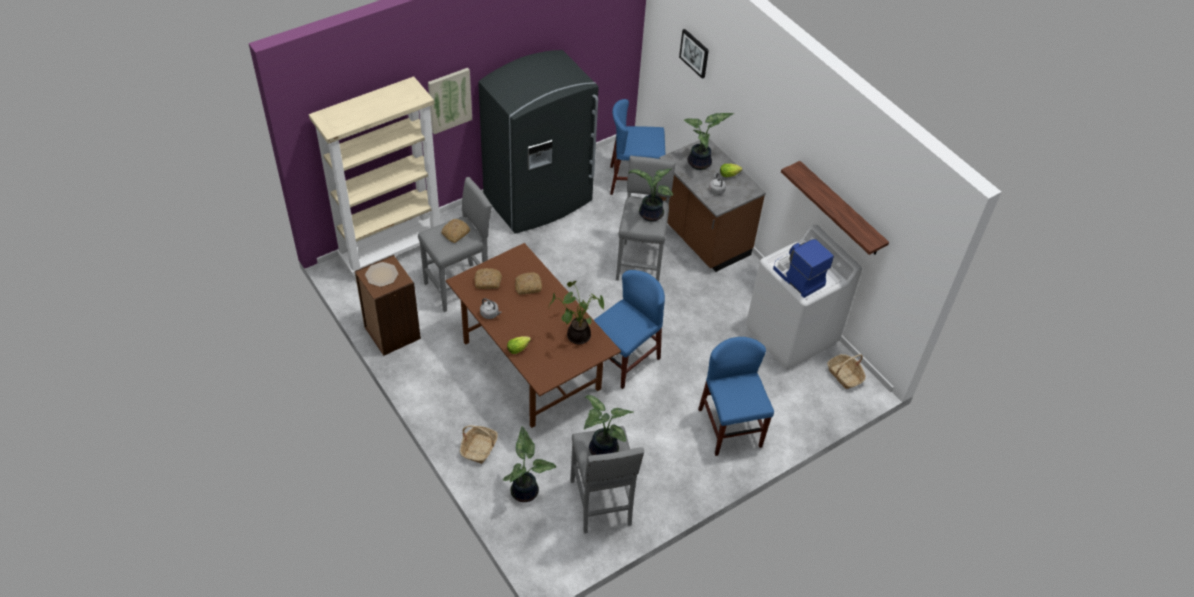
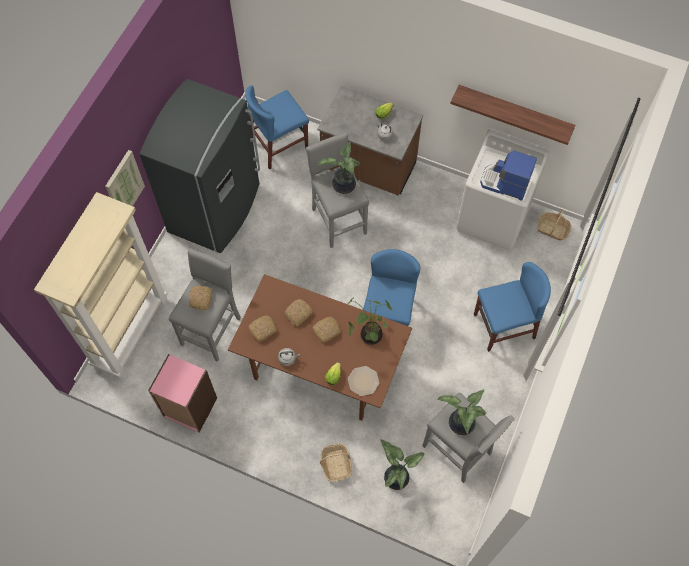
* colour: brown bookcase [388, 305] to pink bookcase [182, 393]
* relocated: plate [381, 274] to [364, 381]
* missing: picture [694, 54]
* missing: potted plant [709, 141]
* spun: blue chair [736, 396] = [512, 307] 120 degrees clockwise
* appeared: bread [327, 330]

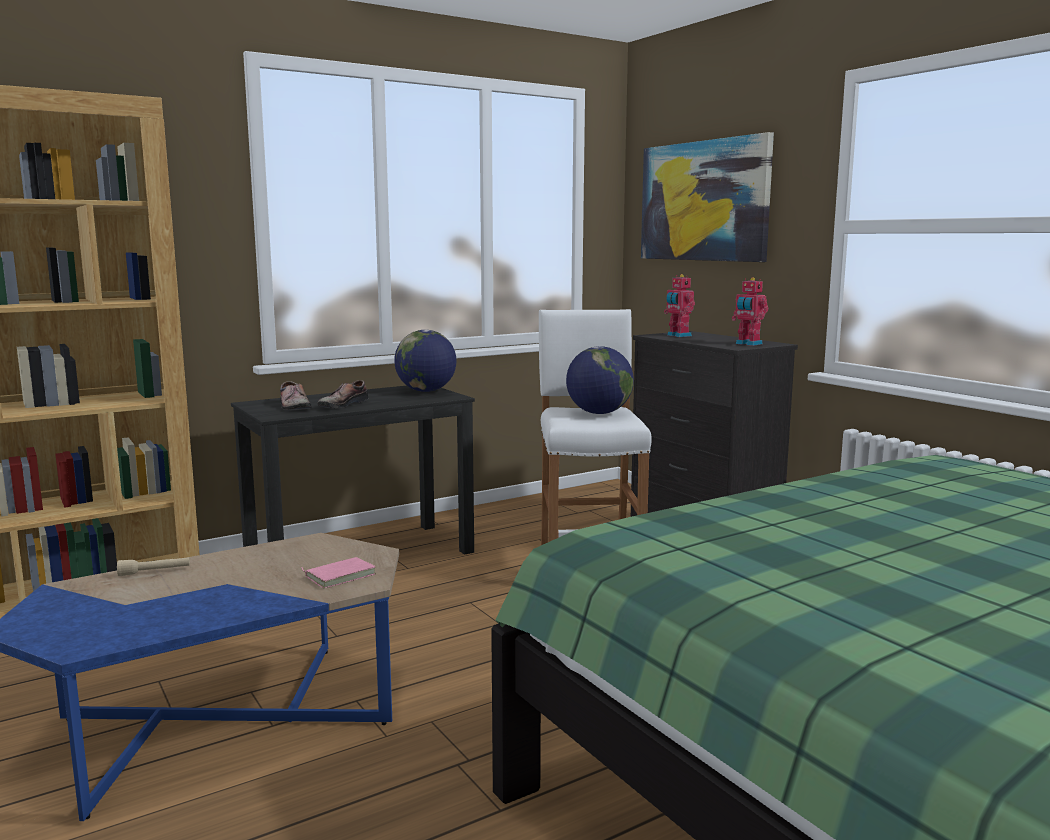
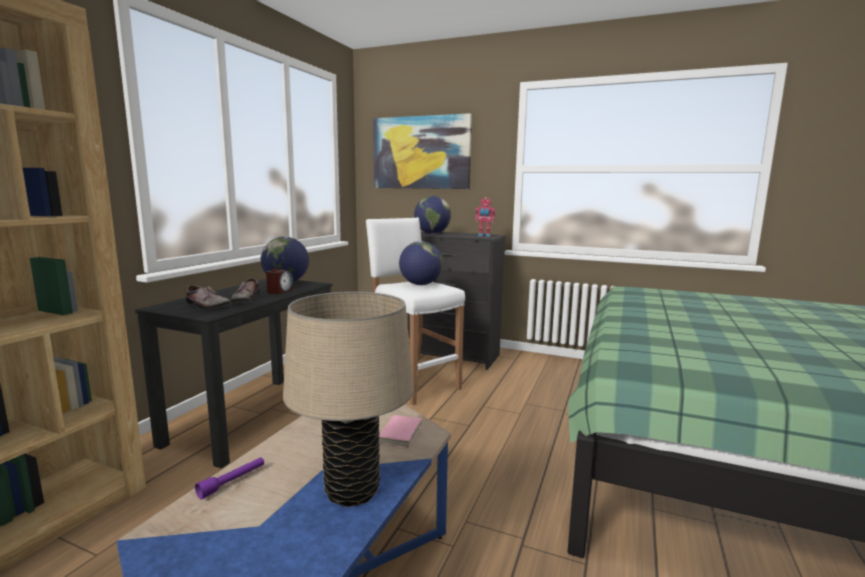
* colour: beige flashlight [153, 566] to purple flashlight [229, 478]
* exchanged: toy robot [679, 305] to globe [432, 215]
* appeared: alarm clock [279, 281]
* appeared: beige table lamp [348, 399]

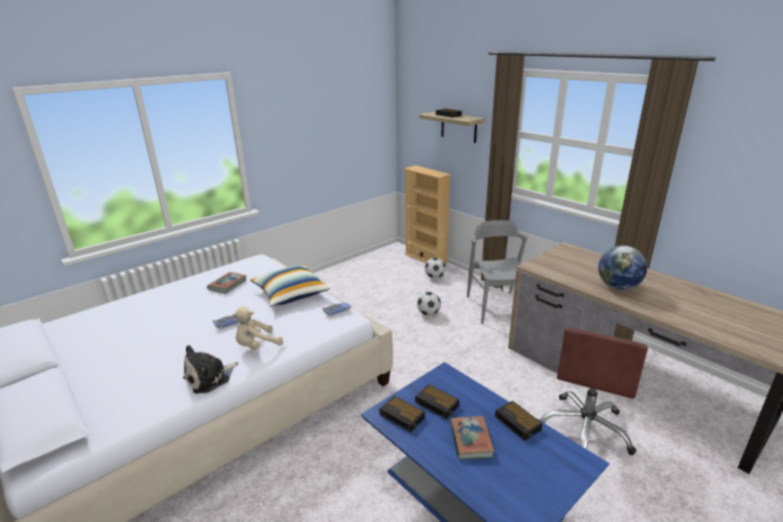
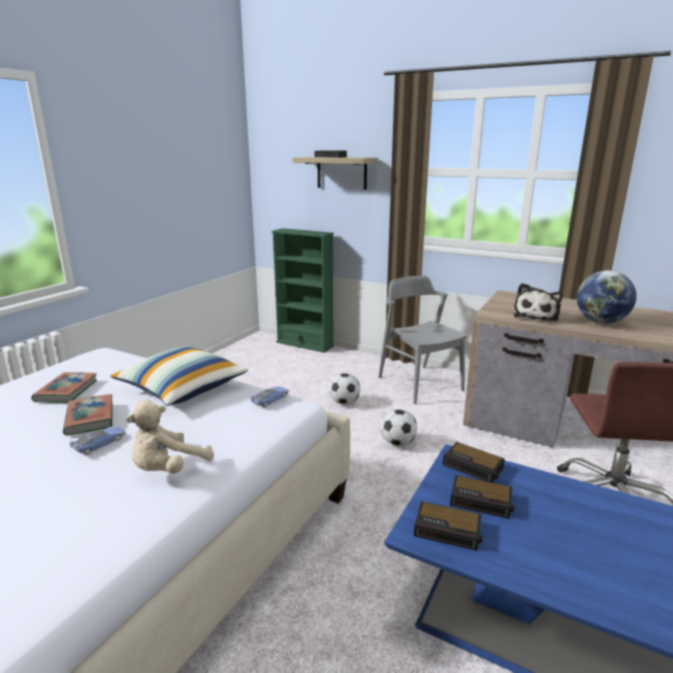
* relocated: plush toy [210, 369] to [538, 302]
* colour: beige bookcase [427, 215] to green bookcase [302, 290]
* relocated: football [435, 268] to [399, 427]
* relocated: book [472, 437] to [87, 415]
* relocated: alarm clock [519, 421] to [474, 462]

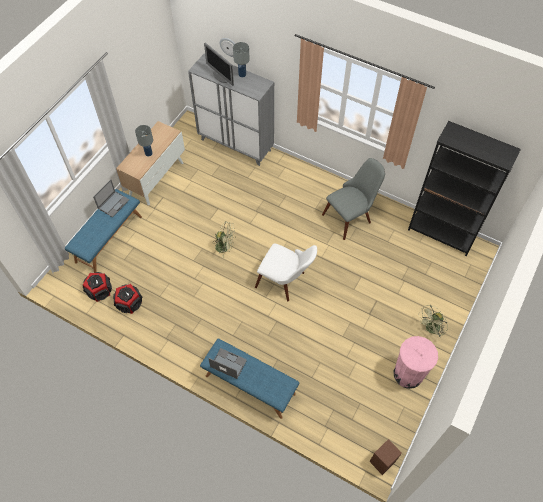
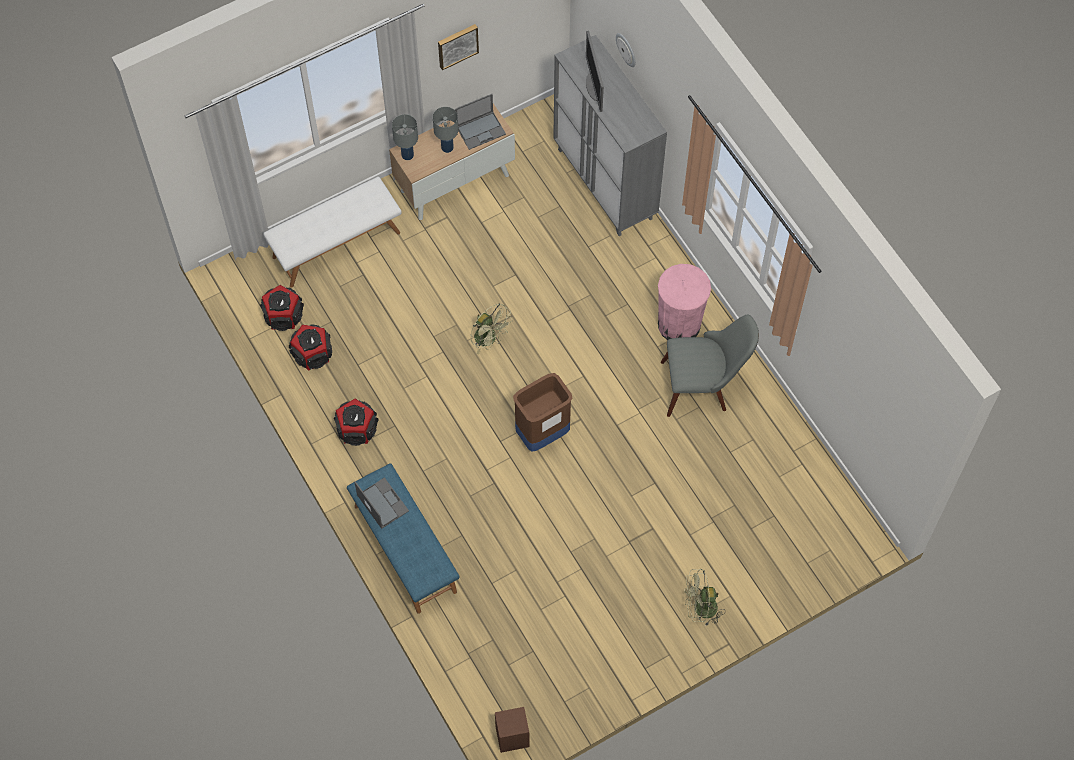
* colour: blue bench [103, 231] to white bench [332, 232]
* relocated: laptop [111, 198] to [480, 122]
* relocated: grey table lamp [241, 60] to [405, 137]
* exchanged: white chair [286, 272] to brown trash can [543, 412]
* relocated: pink trash can [416, 362] to [684, 302]
* missing: black bookcase [464, 188]
* appeared: speaker [356, 422]
* appeared: picture [458, 47]

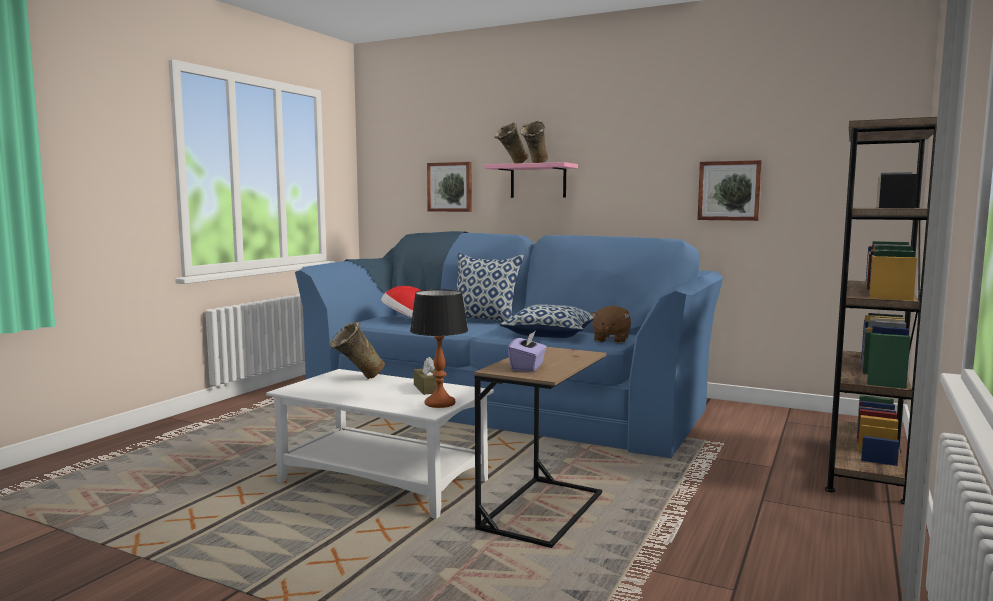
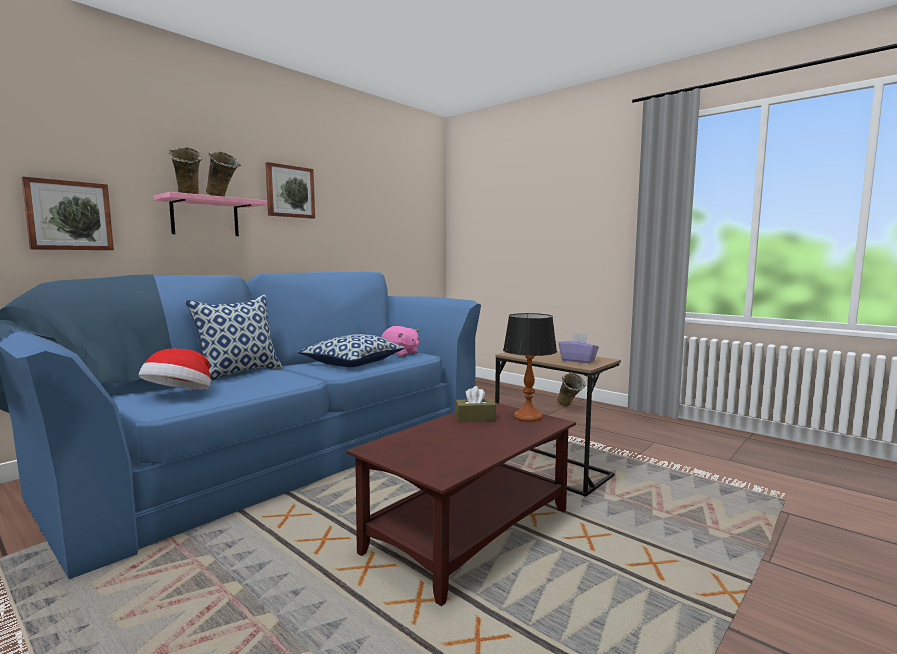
* colour: white coffee table [380, 444] to brown coffee table [461, 504]
* relocated: beige vase [357, 350] to [571, 390]
* colour: brown plush toy [610, 324] to pink plush toy [400, 341]
* relocated: picture [730, 190] to [290, 190]
* missing: brown bookcase [881, 311]

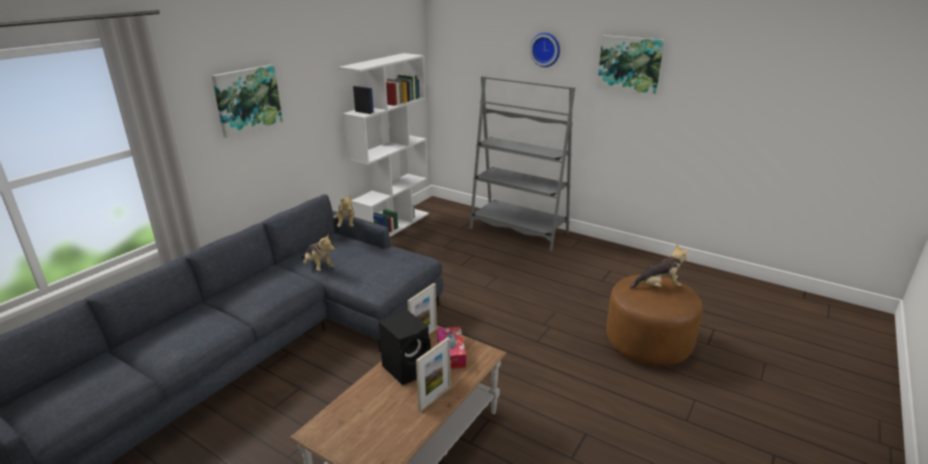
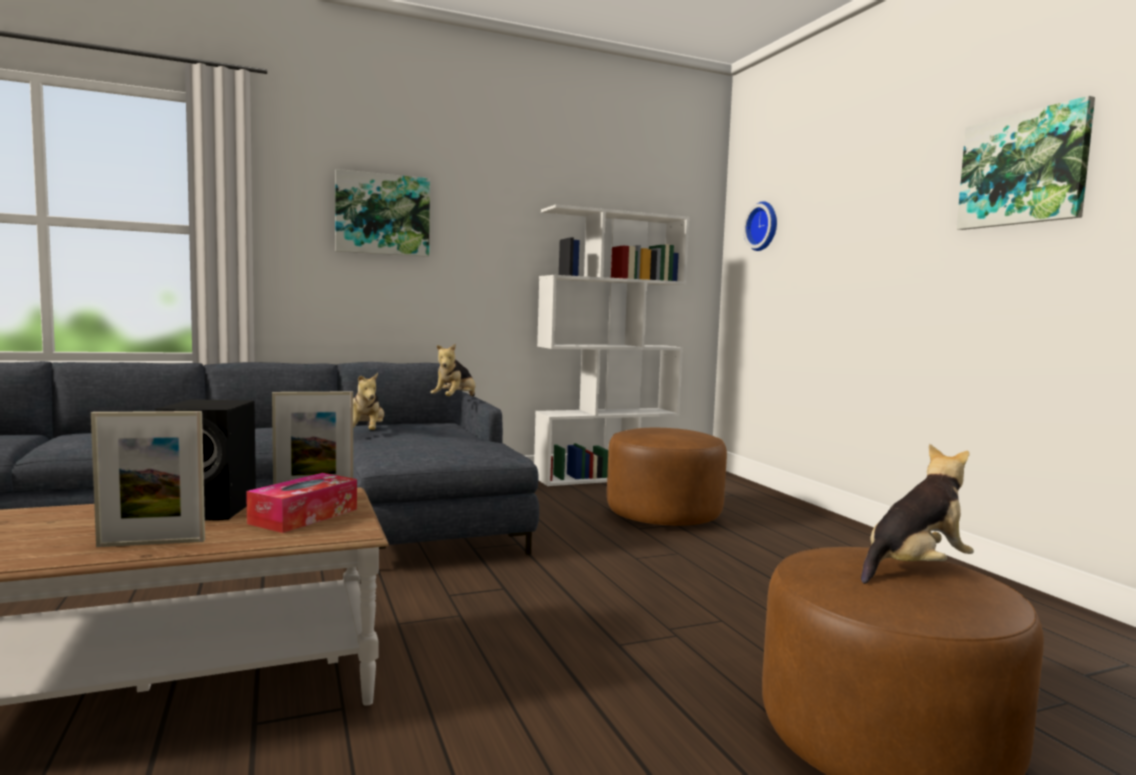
* missing: grey bookcase [522, 163]
* relocated: wall clock [545, 50] to [760, 226]
* spun: plush toy [659, 266] = [917, 514] 60 degrees counterclockwise
* appeared: brown ottoman [667, 477]

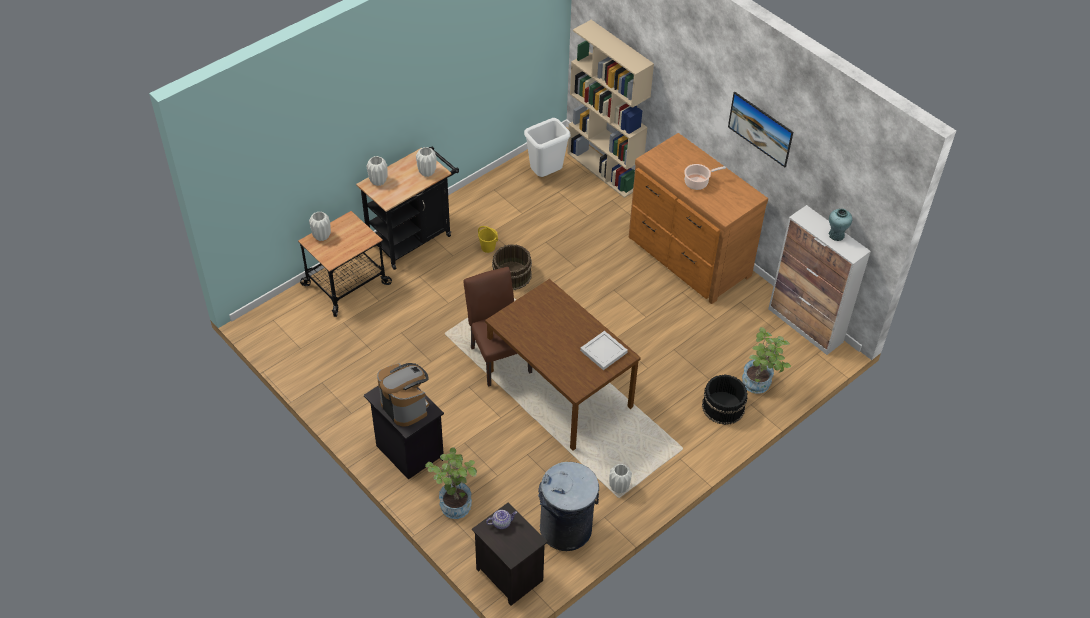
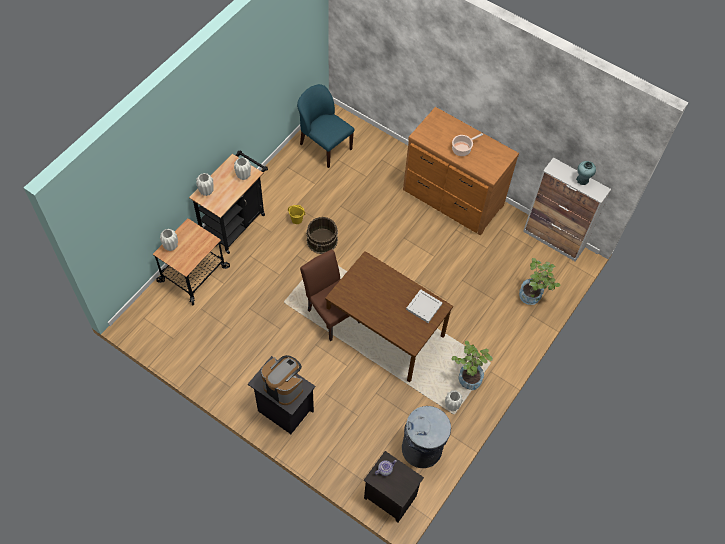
* relocated: potted plant [451, 483] to [472, 365]
* exchanged: white trash can [547, 147] to blue chair [325, 126]
* missing: beige bookcase [610, 109]
* missing: black bucket [725, 399]
* missing: picture [760, 129]

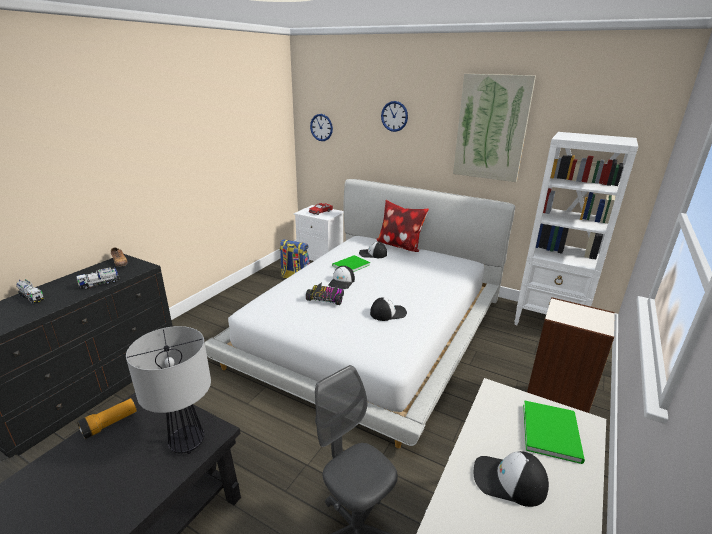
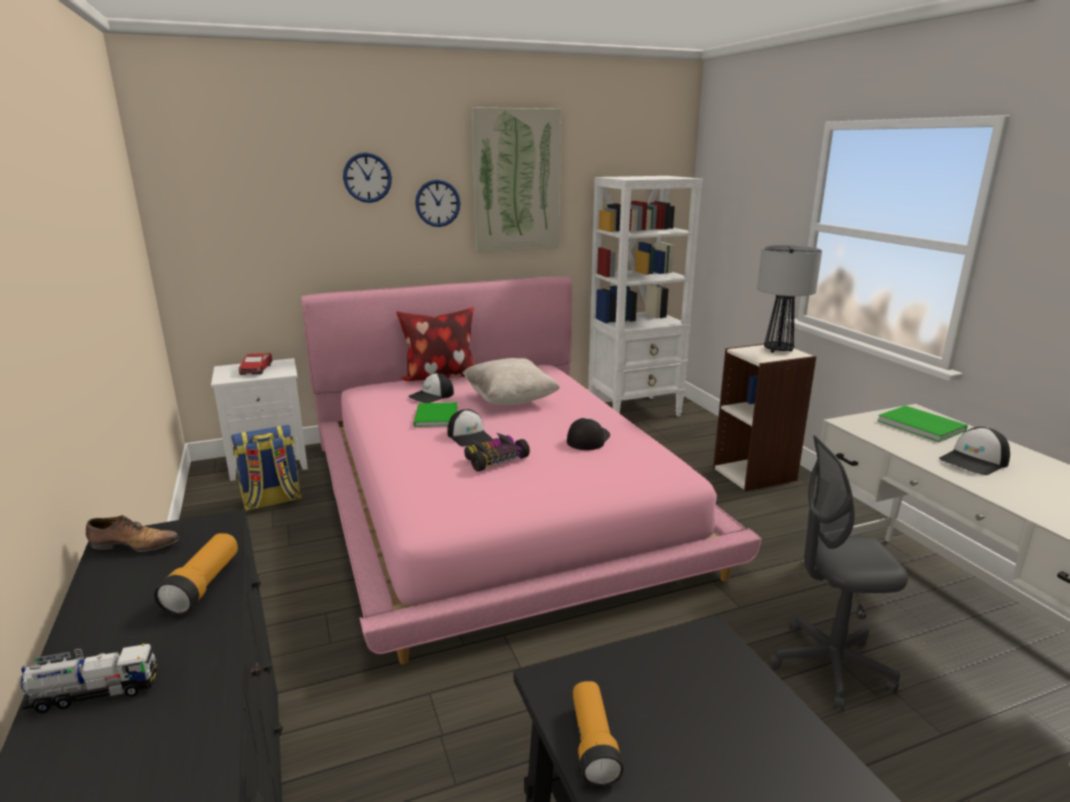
* exchanged: toy truck [98, 278] to flashlight [196, 574]
* relocated: table lamp [168, 390] to [789, 299]
* colour: white bed [360, 313] to pink bed [531, 471]
* relocated: wall clock [321, 127] to [437, 203]
* appeared: beige pillow [511, 381]

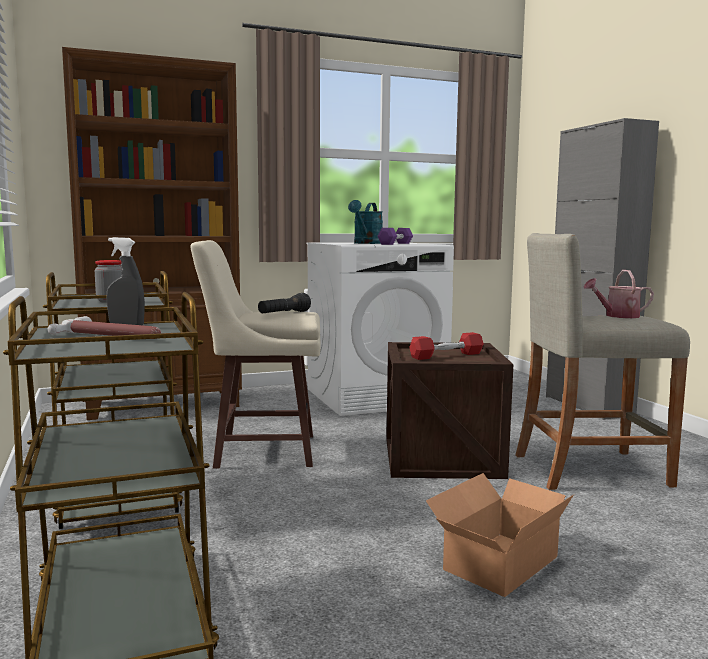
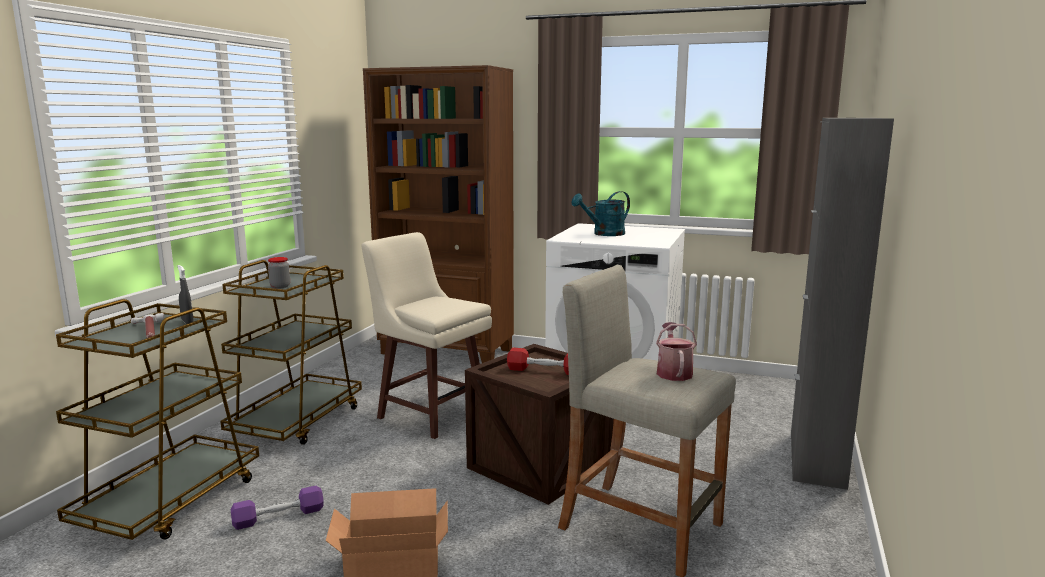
* missing: black flashlight [284, 303]
* relocated: purple dumbbell [395, 236] to [277, 508]
* spun: watering can [618, 294] = [676, 351] 60 degrees clockwise

